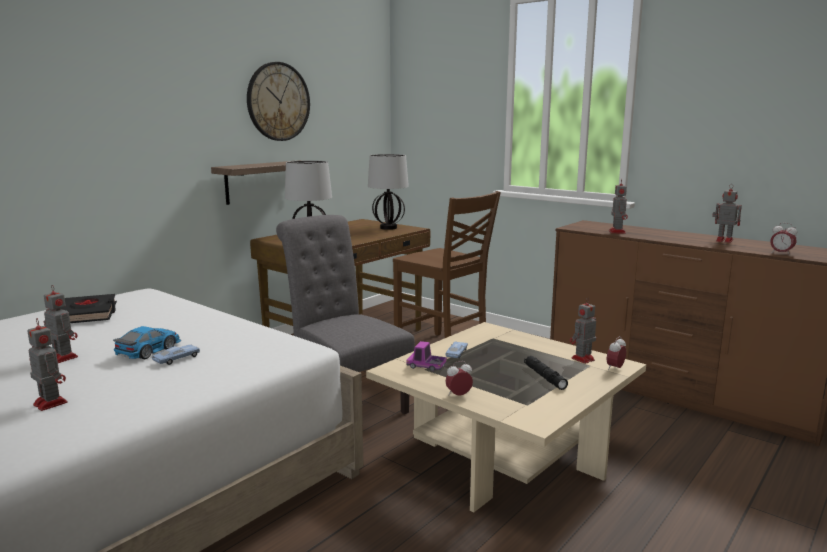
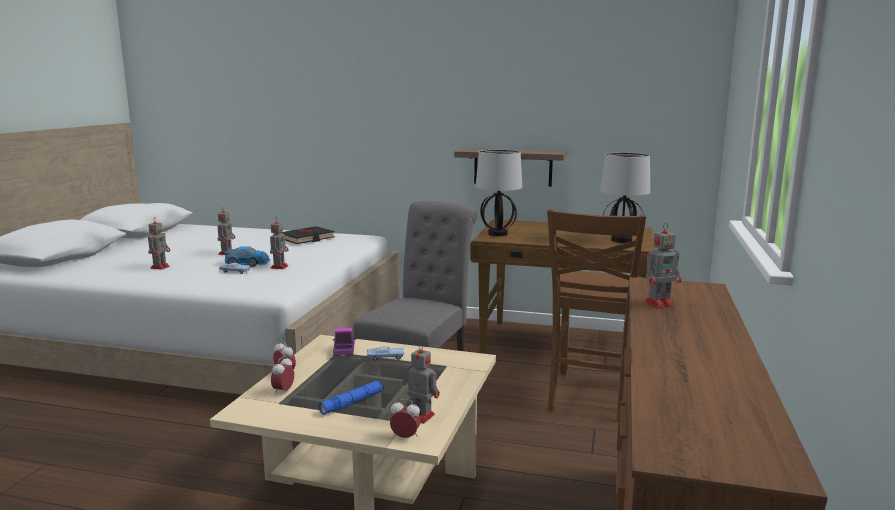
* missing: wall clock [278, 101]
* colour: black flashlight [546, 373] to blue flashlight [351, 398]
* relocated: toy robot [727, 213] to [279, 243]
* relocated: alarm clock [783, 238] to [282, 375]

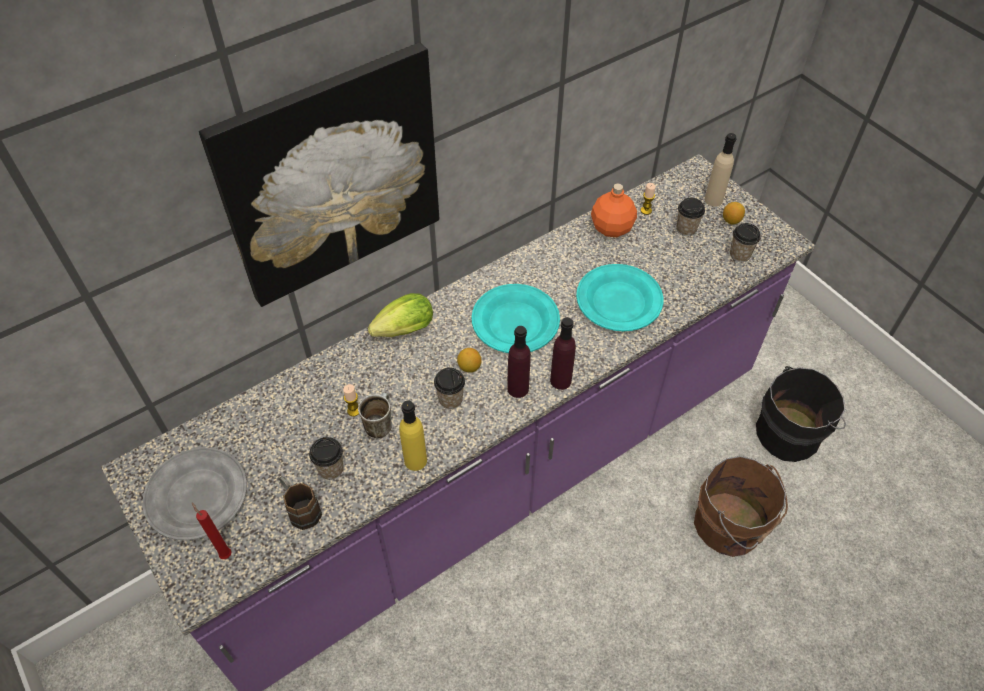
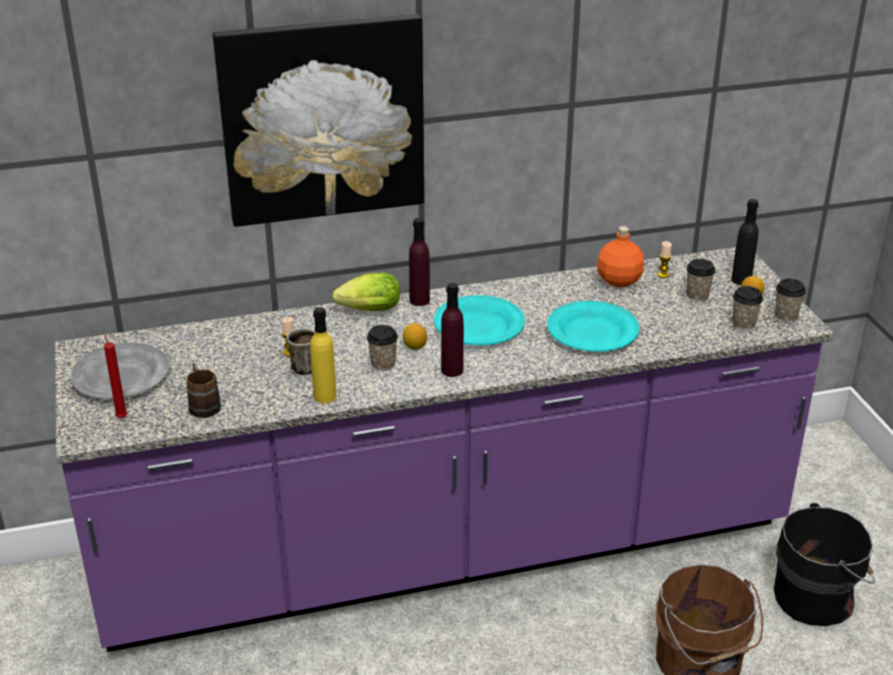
* relocated: cup [326, 458] to [790, 300]
* relocated: purple bottle [563, 353] to [419, 262]
* colour: beige bottle [720, 169] to black bottle [745, 242]

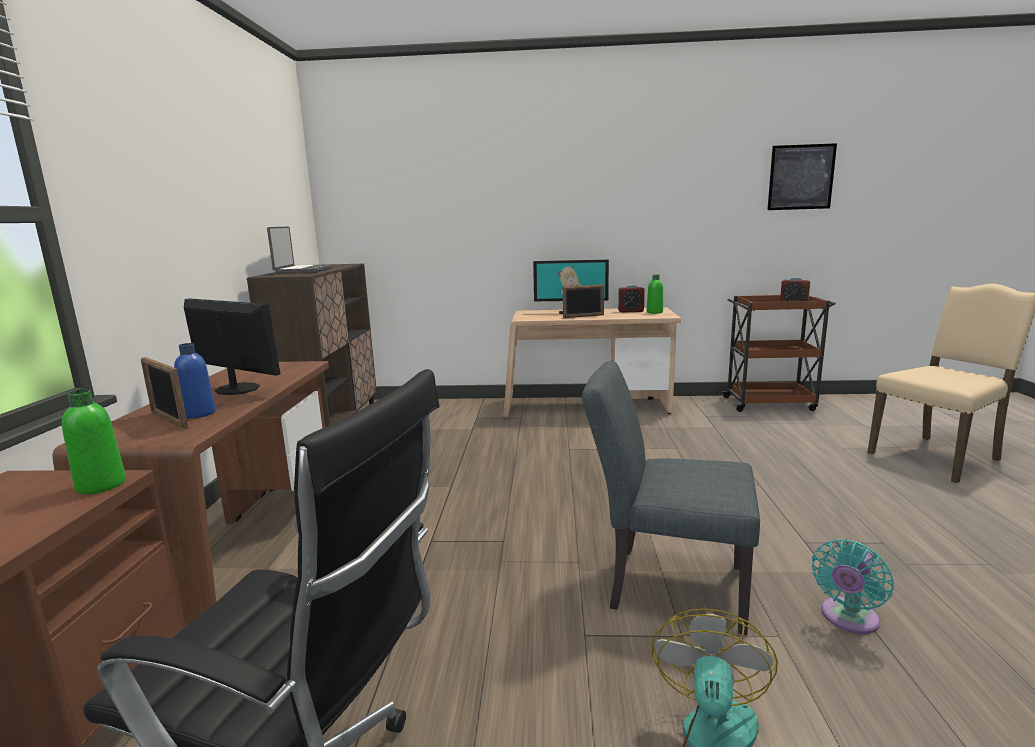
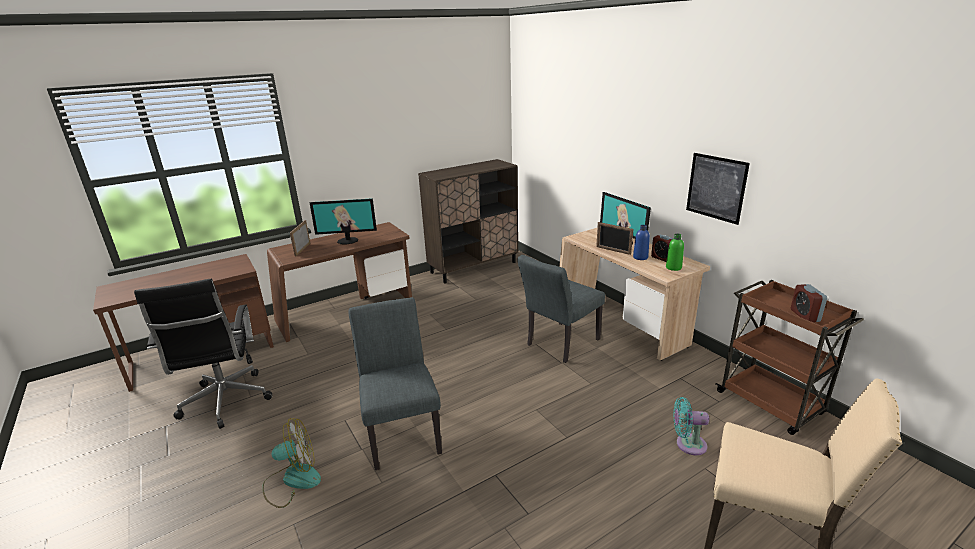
* missing: green bottle [94, 441]
* relocated: blue bottle [195, 380] to [641, 242]
* spun: monitor [232, 346] = [343, 221] 90 degrees clockwise
* missing: laptop [300, 250]
* relocated: picture [802, 176] to [718, 189]
* relocated: turquoise fan [853, 586] to [691, 426]
* appeared: grey chair [561, 309]

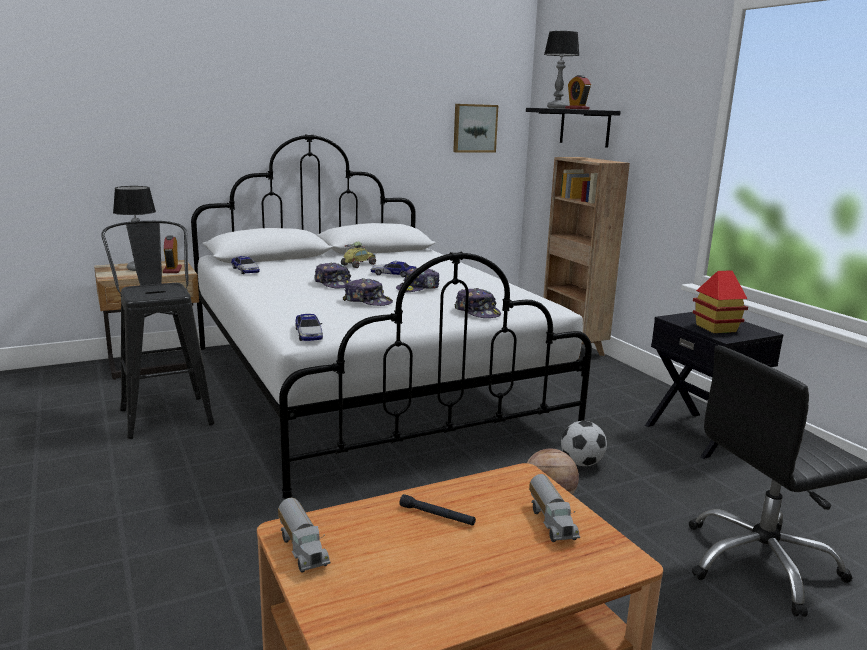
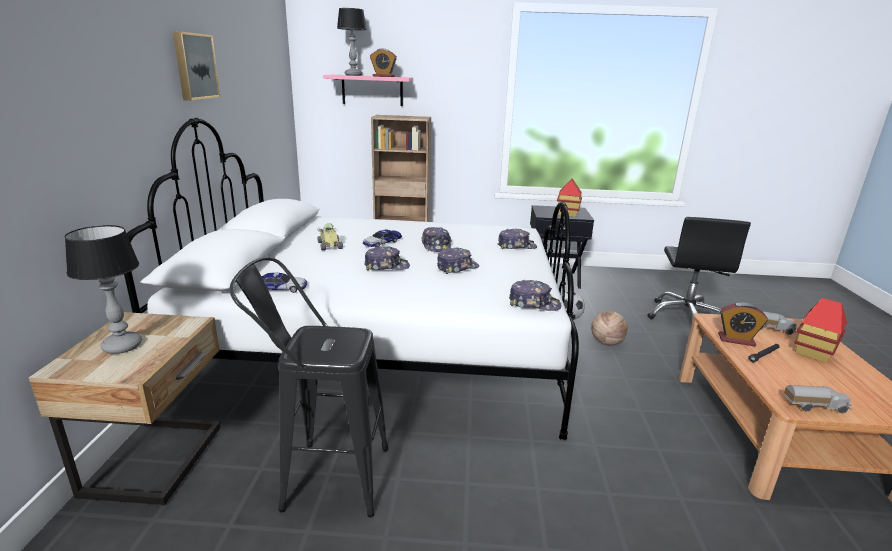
* relocated: alarm clock [172, 254] to [743, 324]
* exchanged: toy car [309, 327] to cap [535, 295]
* relocated: picture [476, 128] to [196, 66]
* colour: black shelf [573, 128] to pink shelf [368, 90]
* appeared: toy house [820, 330]

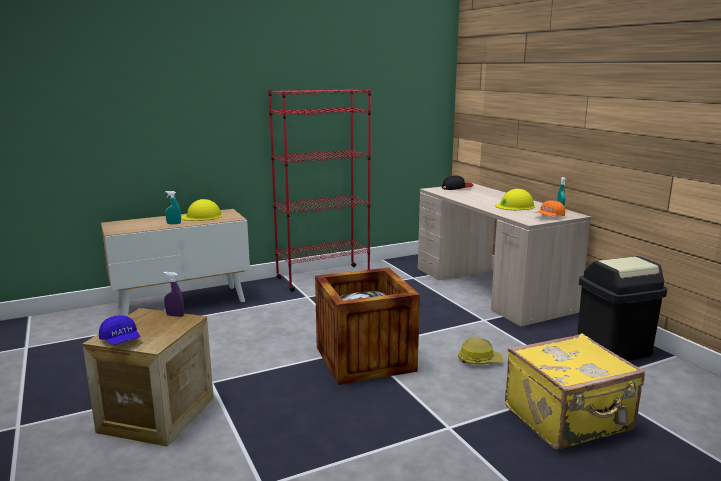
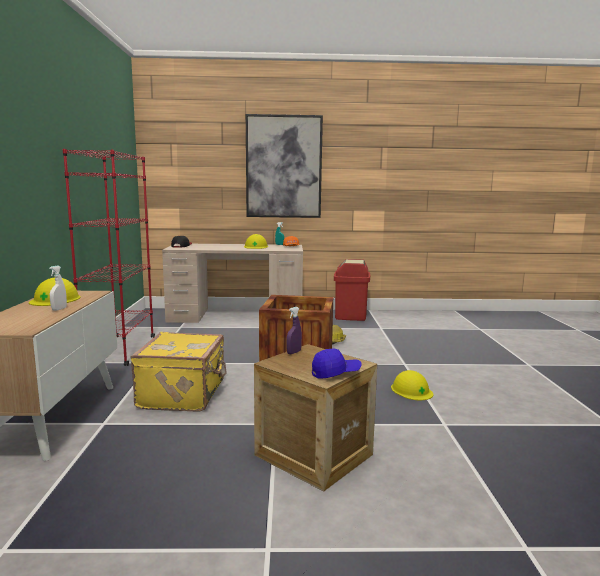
* colour: turquoise spray bottle [173, 207] to white spray bottle [58, 288]
* relocated: yellow suitcase [575, 391] to [178, 372]
* colour: black trash can [622, 308] to red trash can [352, 290]
* appeared: picture [284, 166]
* appeared: yellow hard hat [412, 385]

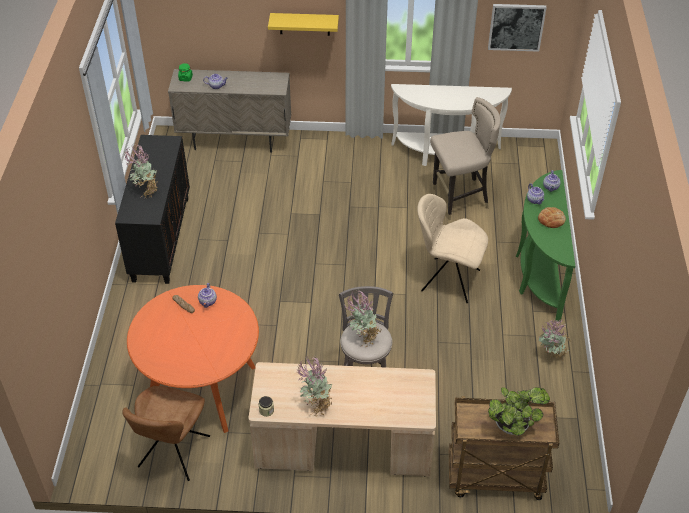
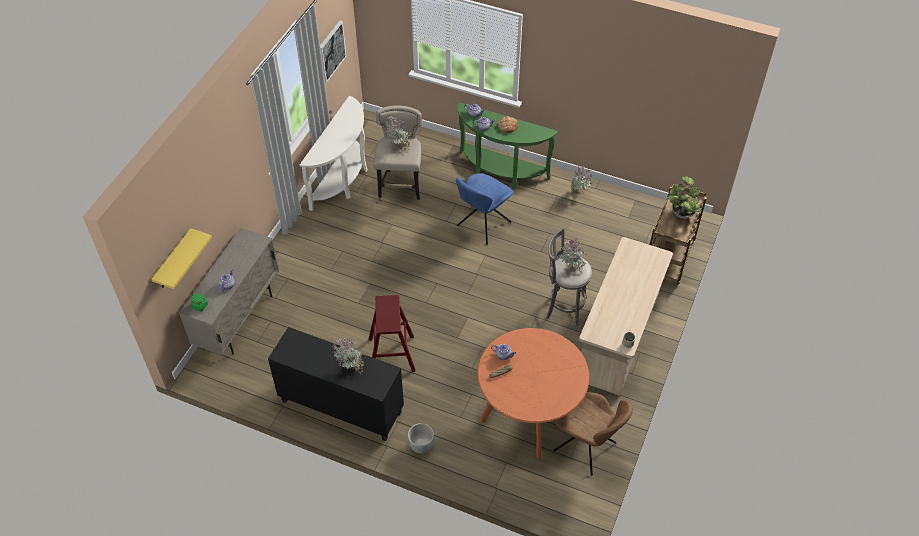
* relocated: yellow shelf [303, 24] to [182, 258]
* relocated: potted plant [313, 386] to [398, 133]
* colour: beige chair [452, 248] to blue chair [485, 209]
* appeared: red stool [392, 333]
* appeared: grey planter [421, 438]

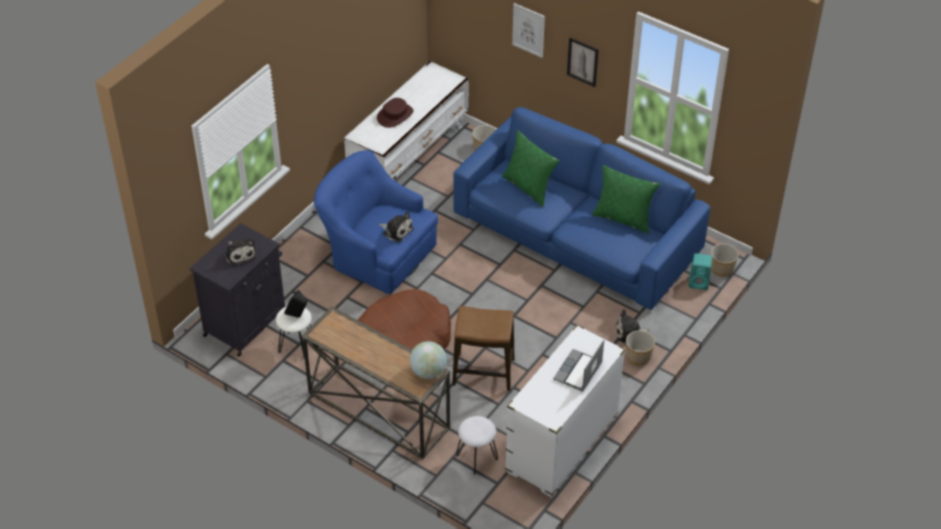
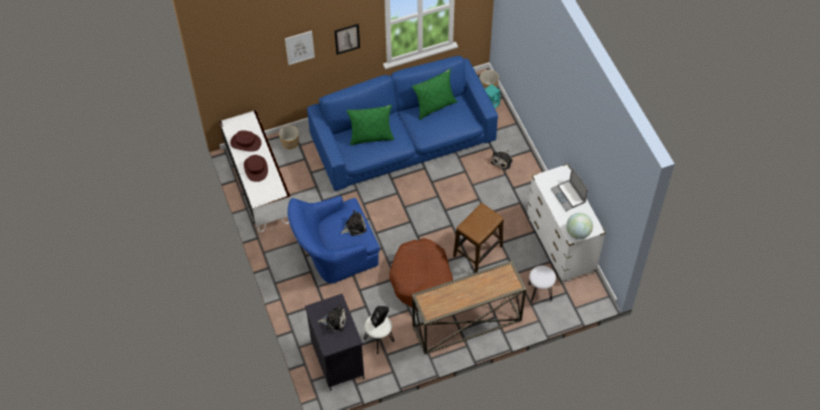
* relocated: globe [428, 360] to [579, 226]
* missing: planter [640, 347]
* appeared: brown hat [246, 141]

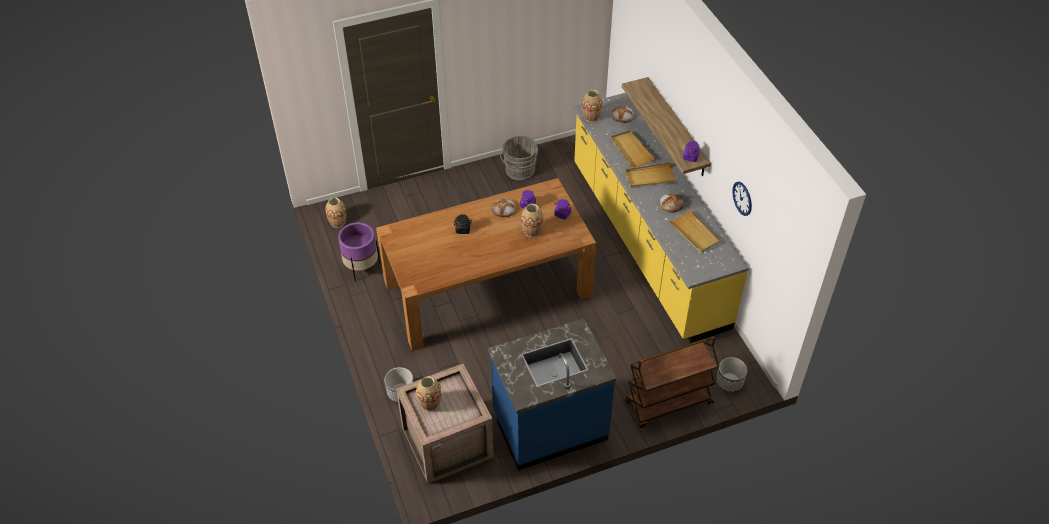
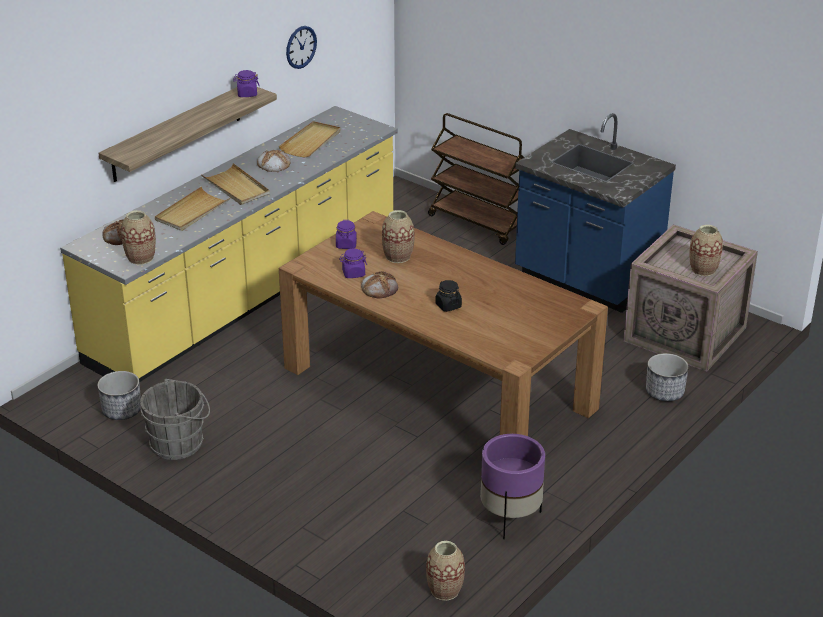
* relocated: planter [731, 374] to [119, 395]

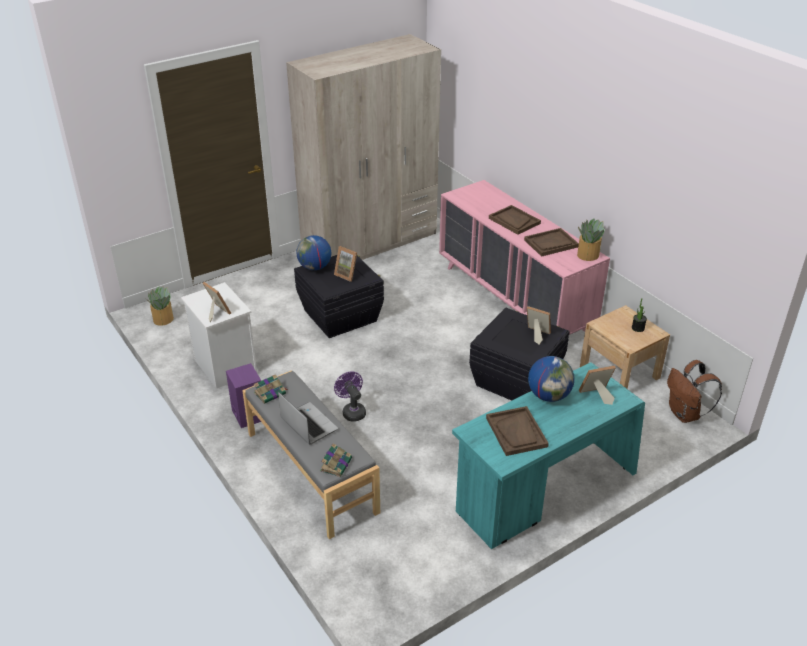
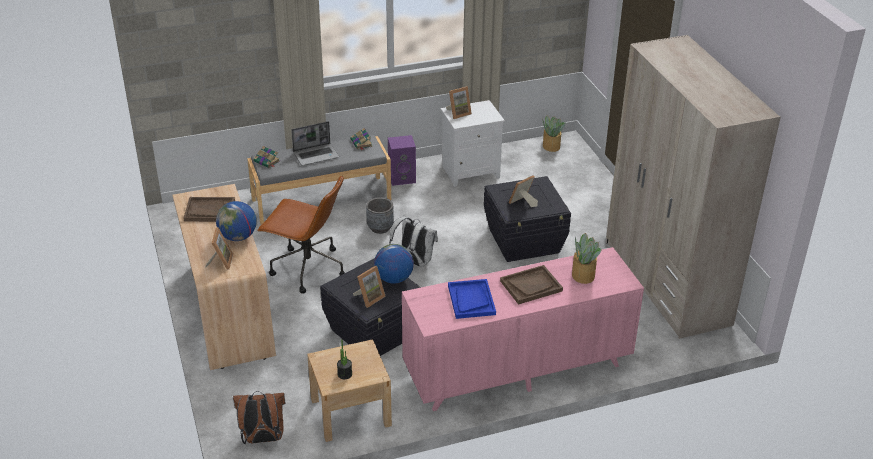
* relocated: globe [313, 252] to [394, 264]
* exchanged: purple fan [350, 396] to grey planter [380, 215]
* colour: turquoise desk [548, 455] to beige desk [224, 277]
* colour: brown tray [551, 242] to blue tray [472, 299]
* relocated: potted plant [591, 240] to [586, 258]
* appeared: brown office chair [301, 234]
* appeared: white backpack [413, 241]

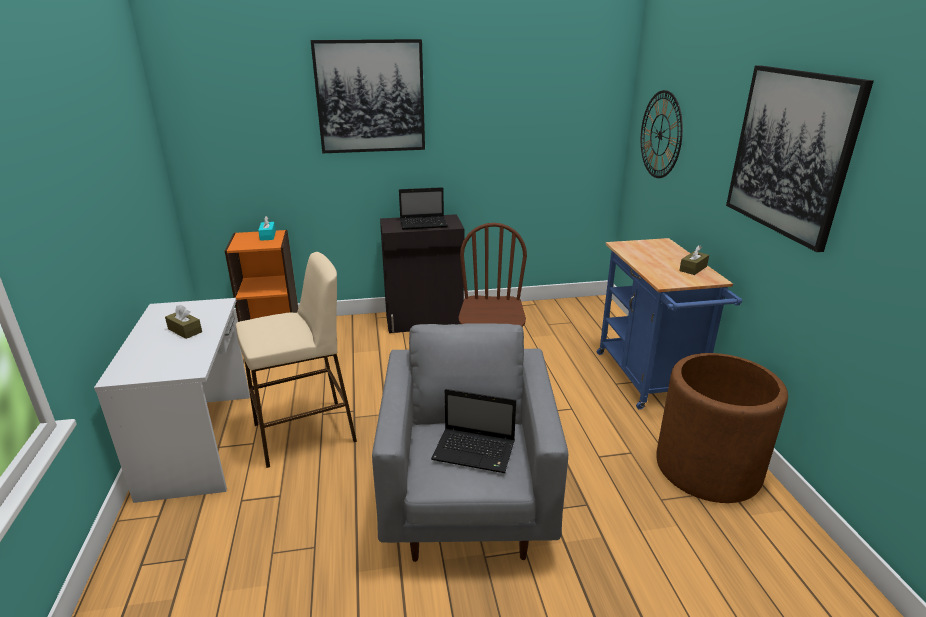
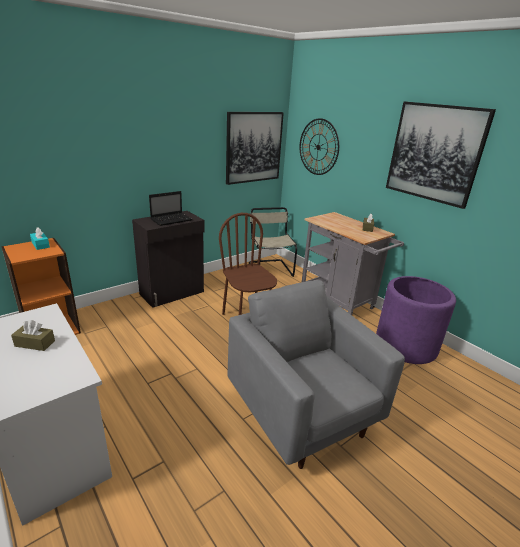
* missing: beige stool [296, 360]
* relocated: picture [368, 96] to [255, 148]
* missing: laptop [473, 431]
* colour: blue cart [669, 324] to grey cart [353, 263]
* colour: brown planter [722, 428] to purple planter [416, 320]
* appeared: beige chair [273, 242]

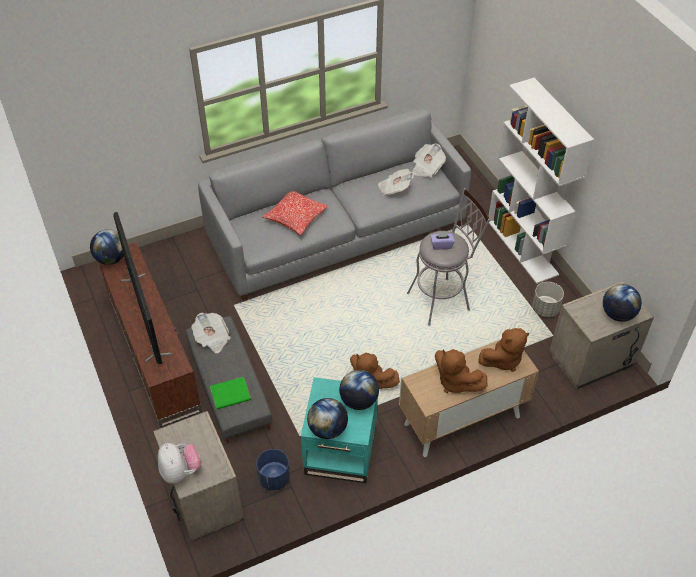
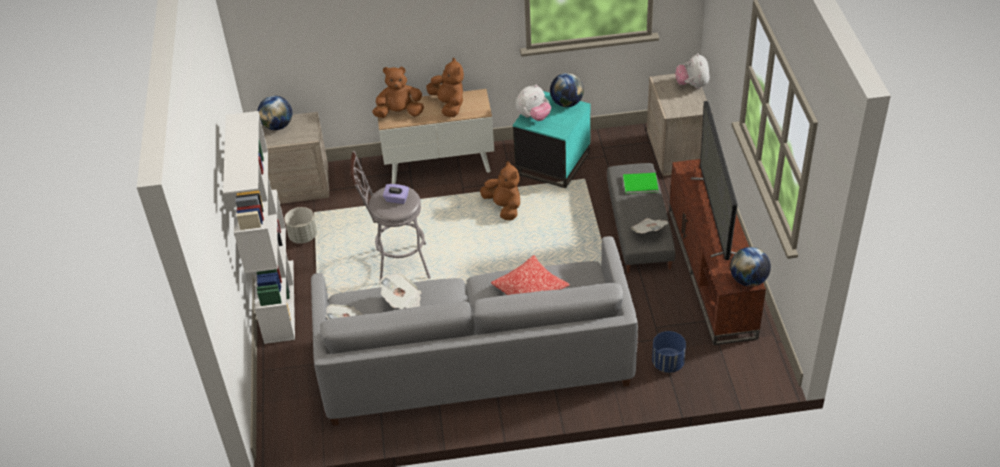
* relocated: blue planter [273, 469] to [669, 352]
* exchanged: globe [359, 390] to plush toy [533, 103]

